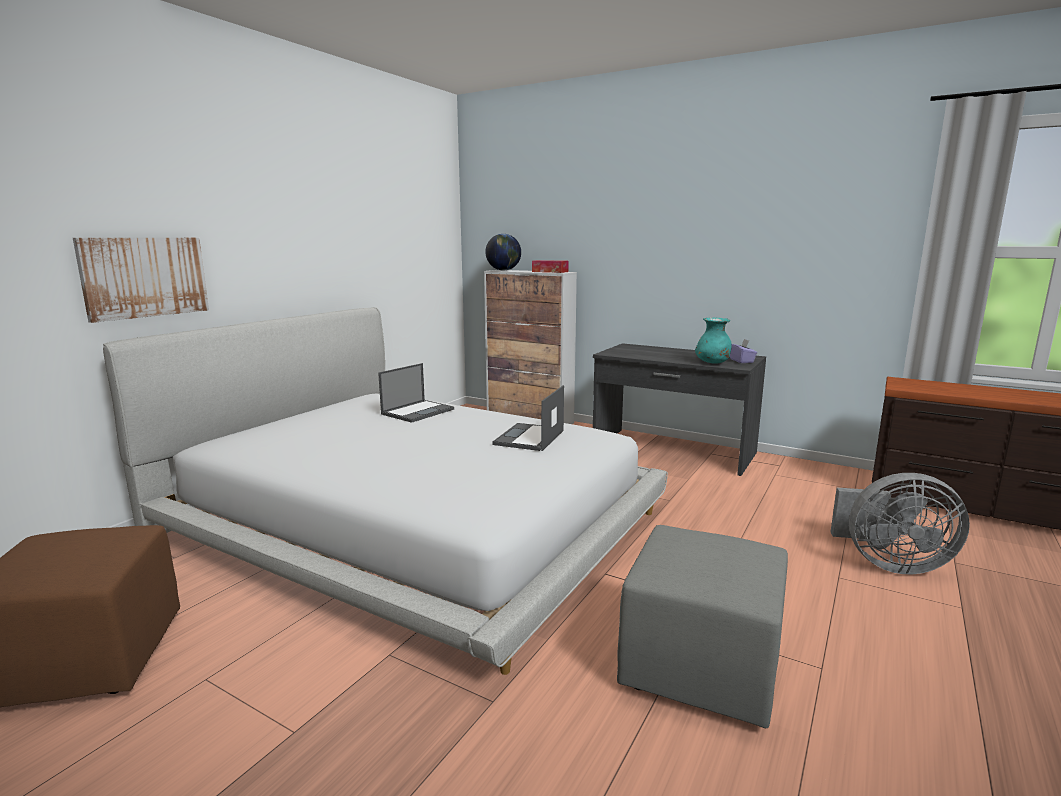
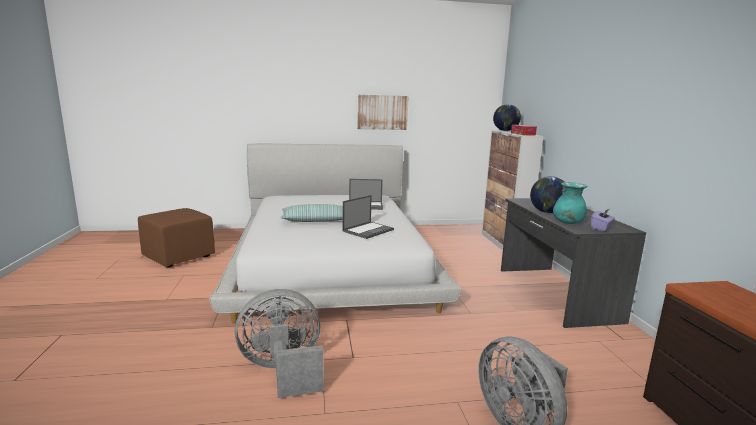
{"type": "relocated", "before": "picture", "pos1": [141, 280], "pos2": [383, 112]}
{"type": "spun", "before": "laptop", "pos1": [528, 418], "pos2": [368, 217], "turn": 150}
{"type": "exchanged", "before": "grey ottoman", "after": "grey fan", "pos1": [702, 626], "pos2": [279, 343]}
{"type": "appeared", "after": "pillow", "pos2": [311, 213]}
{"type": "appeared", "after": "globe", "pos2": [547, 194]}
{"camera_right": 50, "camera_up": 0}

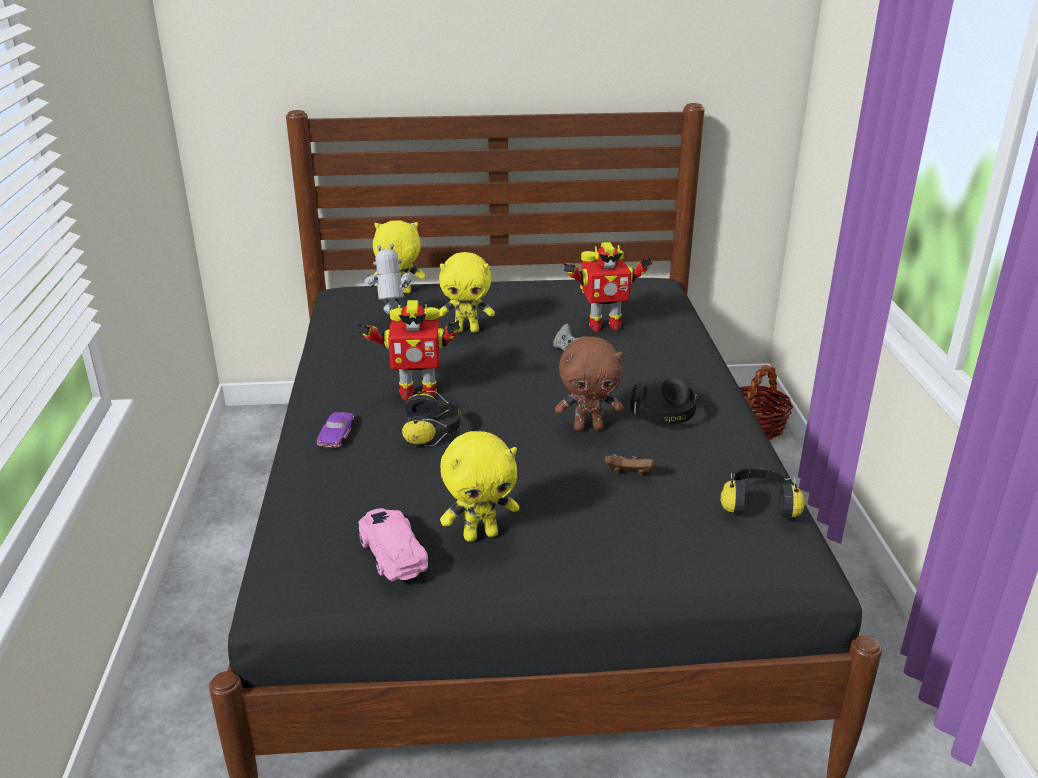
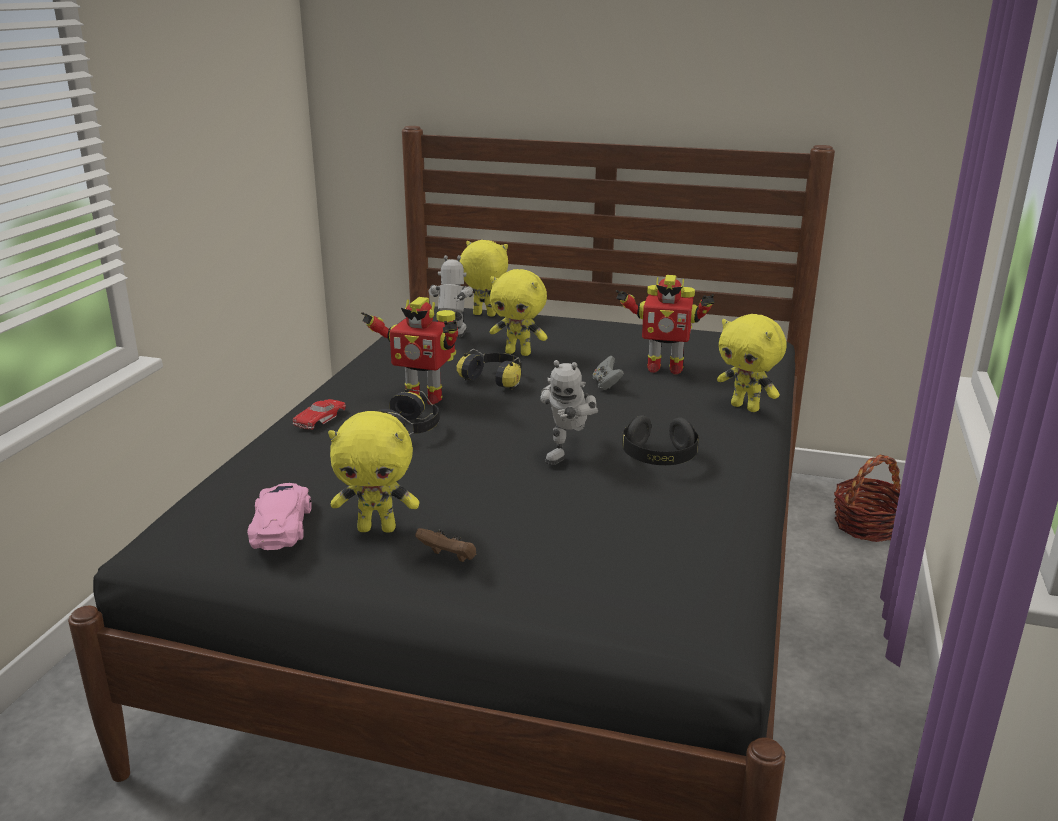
{"type": "colour", "before": "purple toy car", "after": "red toy car", "pos1": [335, 430], "pos2": [319, 414]}
{"type": "exchanged", "before": "brown plush toy", "after": "toy robot", "pos1": [589, 383], "pos2": [569, 412]}
{"type": "relocated", "before": "brown game controller", "pos1": [630, 464], "pos2": [445, 545]}
{"type": "relocated", "before": "headphones", "pos1": [762, 493], "pos2": [489, 369]}
{"type": "appeared", "after": "yellow plush toy", "pos2": [752, 363]}
{"camera_right": 20, "camera_up": -5}

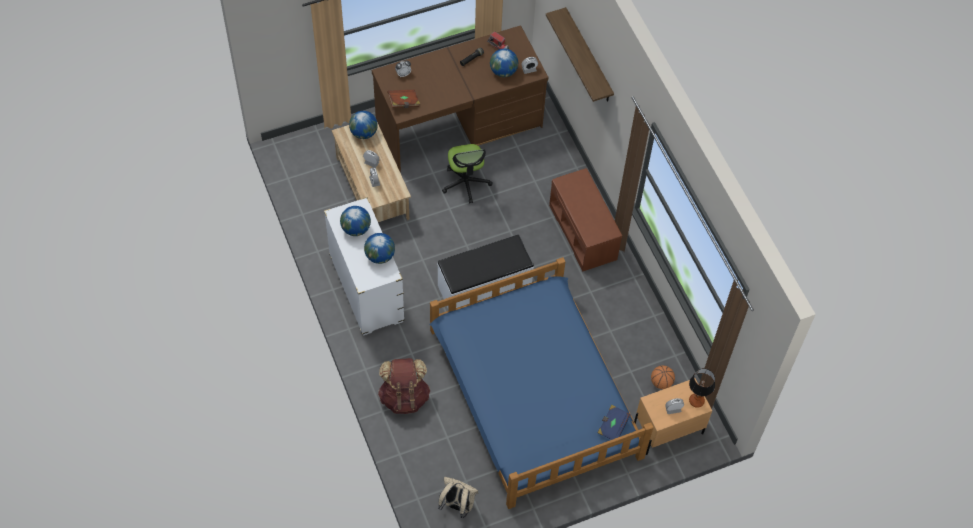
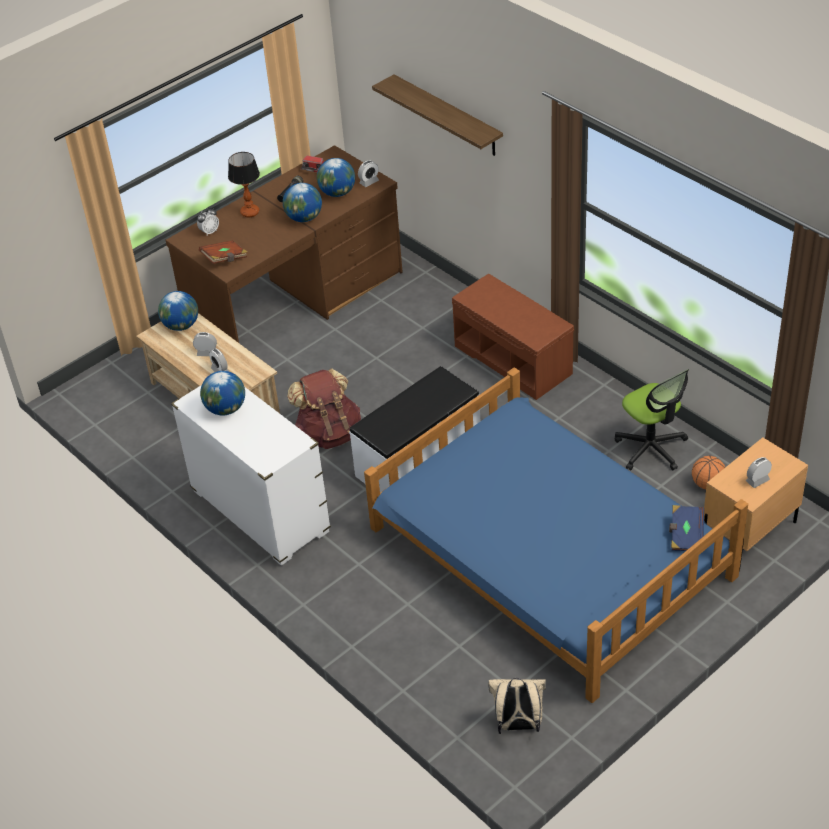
{"type": "relocated", "before": "globe", "pos1": [379, 248], "pos2": [302, 202]}
{"type": "relocated", "before": "brown backpack", "pos1": [404, 386], "pos2": [324, 409]}
{"type": "relocated", "before": "office chair", "pos1": [467, 173], "pos2": [651, 419]}
{"type": "relocated", "before": "table lamp", "pos1": [702, 388], "pos2": [244, 184]}
{"camera_right": -15, "camera_up": -15}

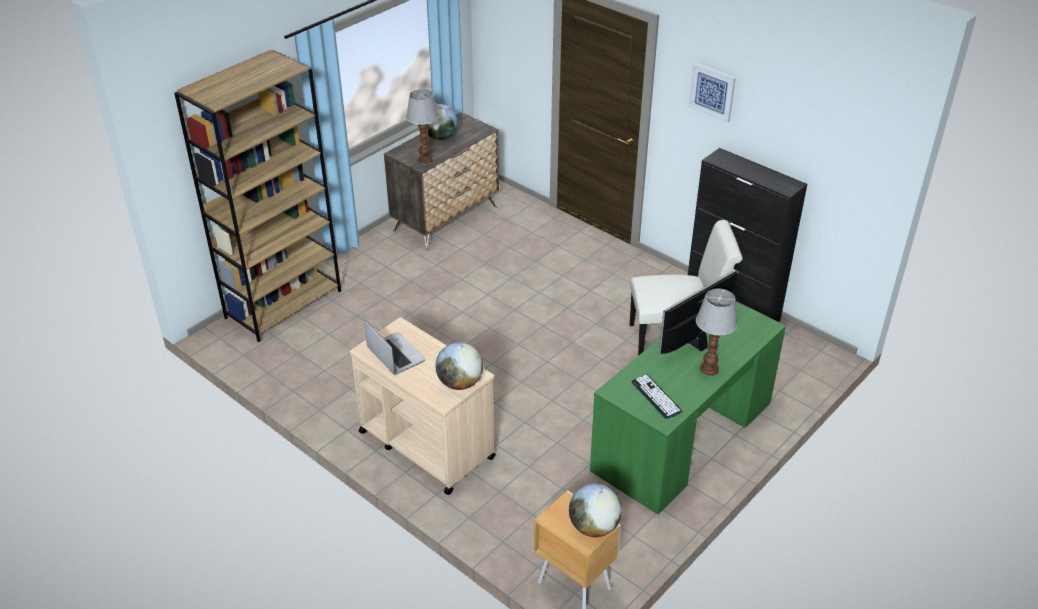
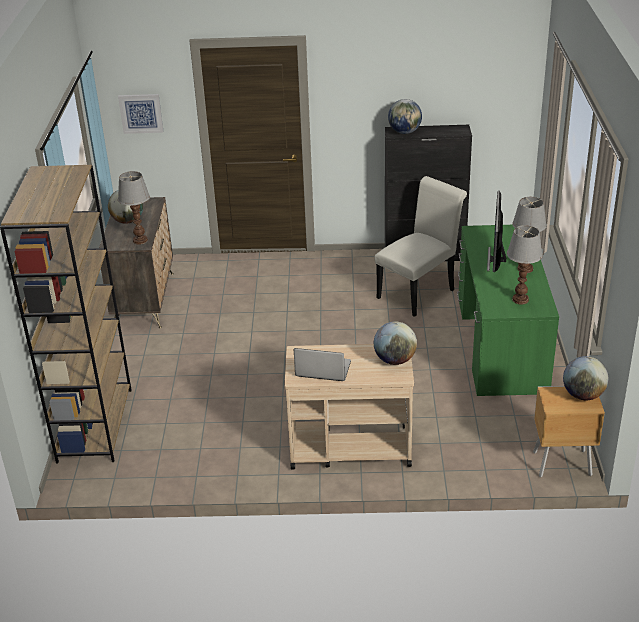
{"type": "exchanged", "before": "keyboard", "after": "table lamp", "pos1": [656, 397], "pos2": [525, 265]}
{"type": "relocated", "before": "picture", "pos1": [712, 92], "pos2": [140, 114]}
{"type": "appeared", "after": "globe", "pos2": [405, 116]}
{"camera_right": -40, "camera_up": -5}

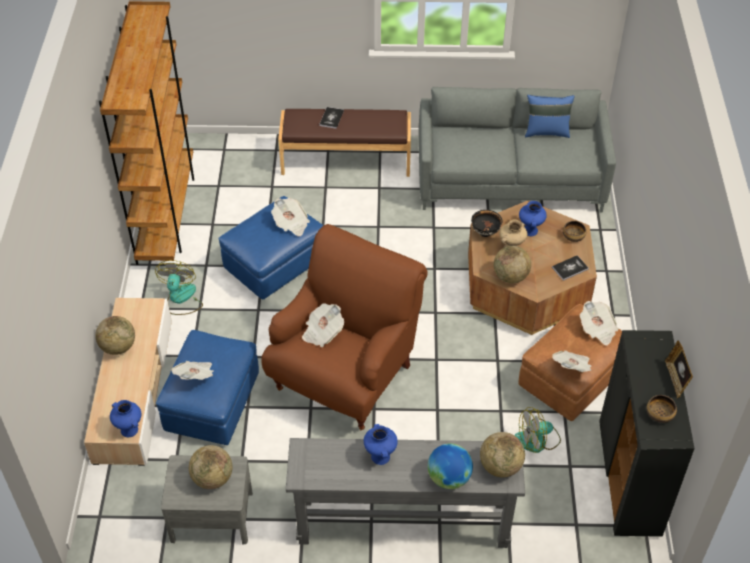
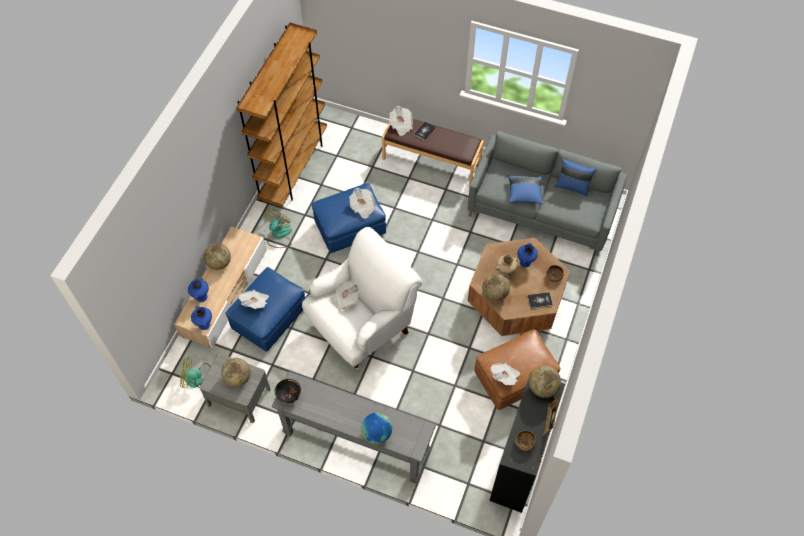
{"type": "colour", "before": "brown armchair", "after": "white armchair", "pos1": [344, 327], "pos2": [362, 298]}
{"type": "relocated", "before": "blue vase", "pos1": [380, 444], "pos2": [198, 290]}
{"type": "relocated", "before": "black bowl", "pos1": [486, 223], "pos2": [288, 391]}
{"type": "relocated", "before": "globe", "pos1": [502, 455], "pos2": [545, 382]}
{"type": "relocated", "before": "fan", "pos1": [538, 430], "pos2": [195, 373]}
{"type": "relocated", "before": "newspaper", "pos1": [599, 323], "pos2": [401, 121]}
{"type": "appeared", "after": "blue pillow", "pos2": [525, 189]}
{"camera_right": 20, "camera_up": 10}

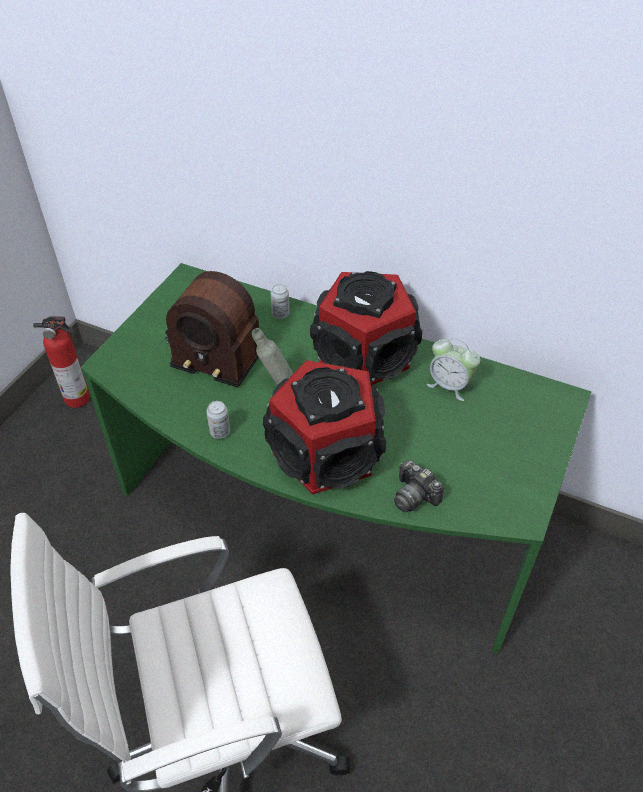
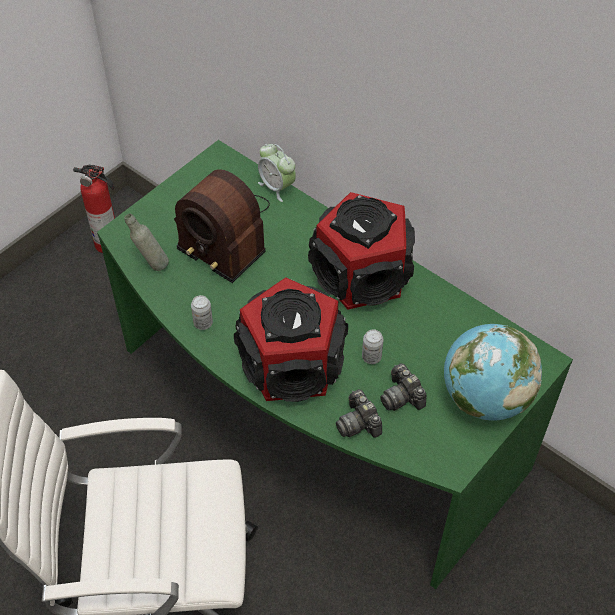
{"type": "relocated", "before": "grey bottle", "pos1": [272, 356], "pos2": [146, 242]}
{"type": "relocated", "before": "can", "pos1": [280, 301], "pos2": [373, 346]}
{"type": "relocated", "before": "alarm clock", "pos1": [453, 369], "pos2": [277, 173]}
{"type": "appeared", "after": "photo camera", "pos2": [403, 387]}
{"type": "appeared", "after": "globe", "pos2": [493, 372]}
{"camera_right": 15, "camera_up": 5}

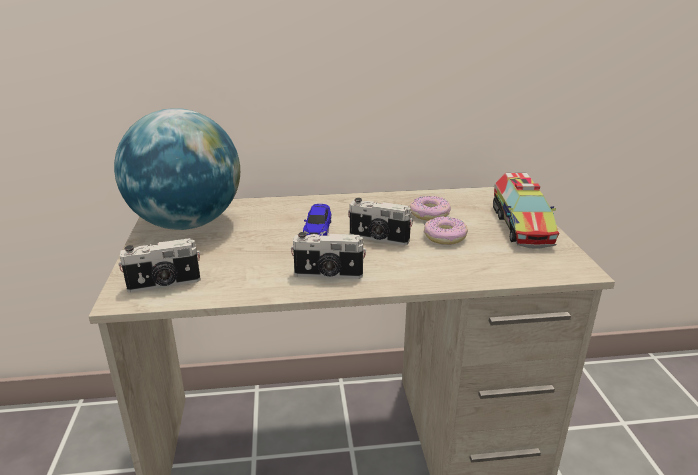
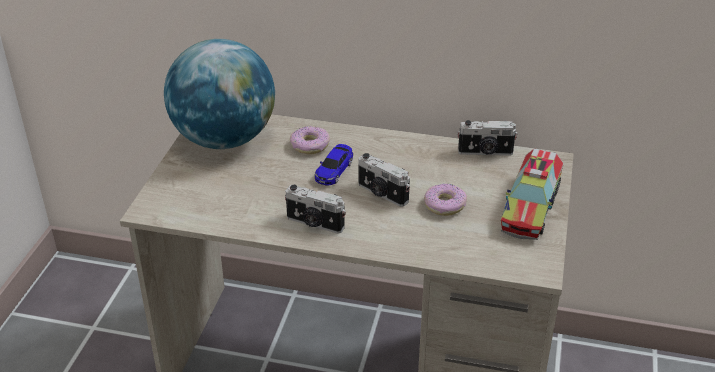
{"type": "relocated", "before": "photo camera", "pos1": [160, 265], "pos2": [487, 138]}
{"type": "relocated", "before": "donut", "pos1": [430, 208], "pos2": [310, 140]}
{"camera_right": 20, "camera_up": 10}

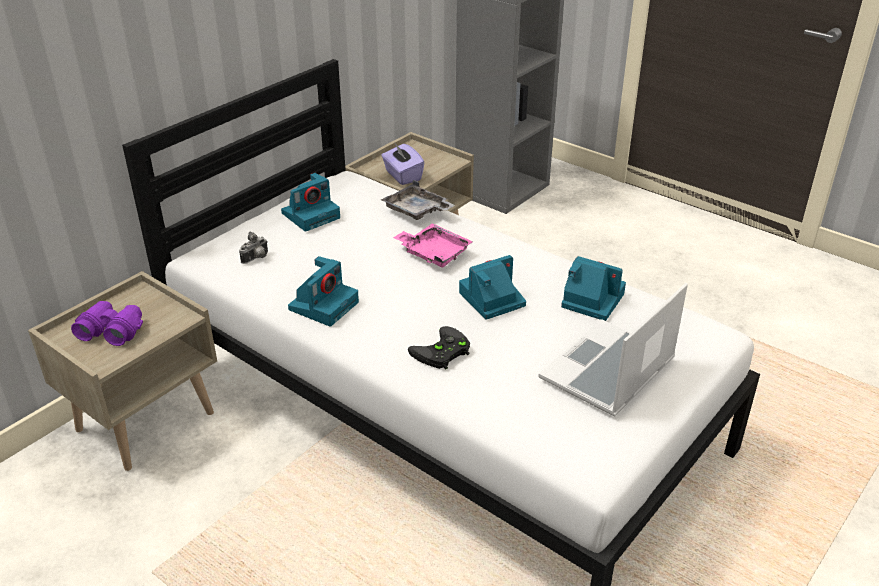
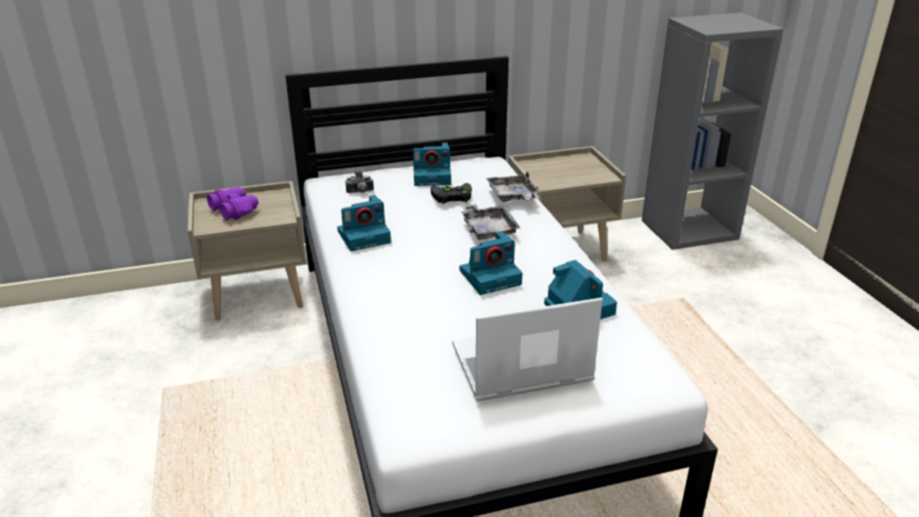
{"type": "missing", "before": "purple tissue box", "pos1": [402, 164]}
{"type": "colour", "before": "pink tray", "after": "grey tray", "pos1": [433, 245], "pos2": [490, 222]}
{"type": "relocated", "before": "black game controller", "pos1": [439, 347], "pos2": [451, 193]}
{"type": "spun", "before": "photo camera", "pos1": [492, 287], "pos2": [491, 263], "turn": 150}
{"camera_right": 35, "camera_up": -5}

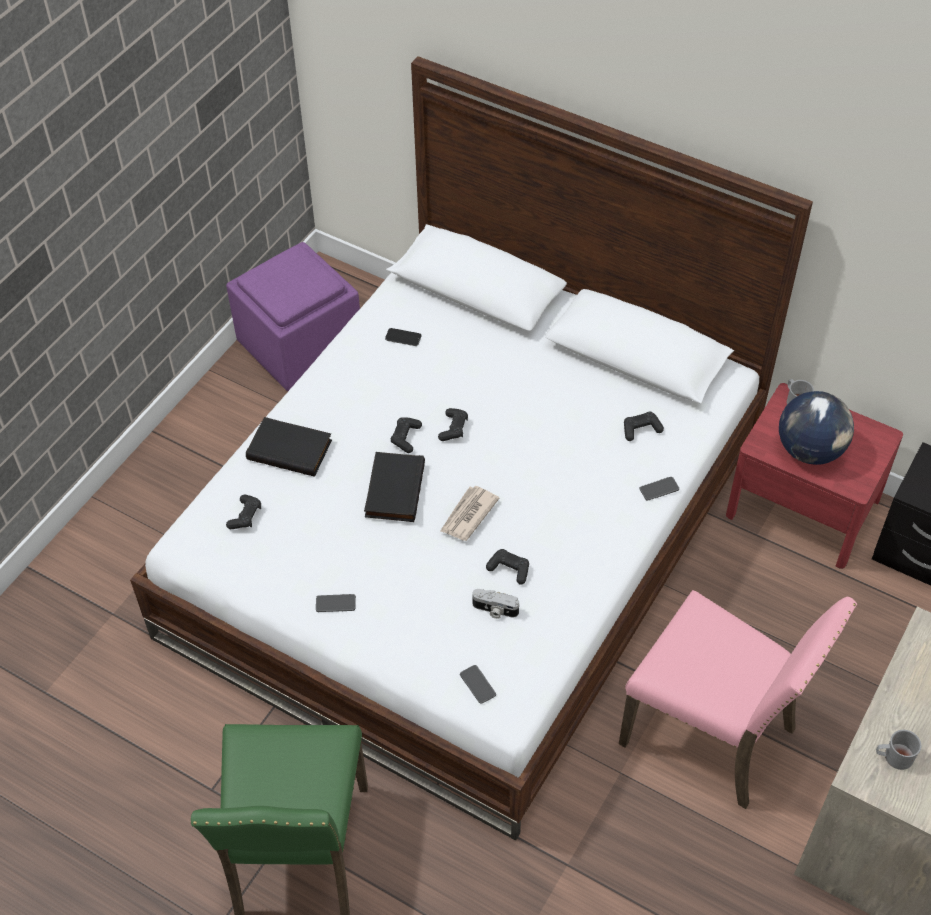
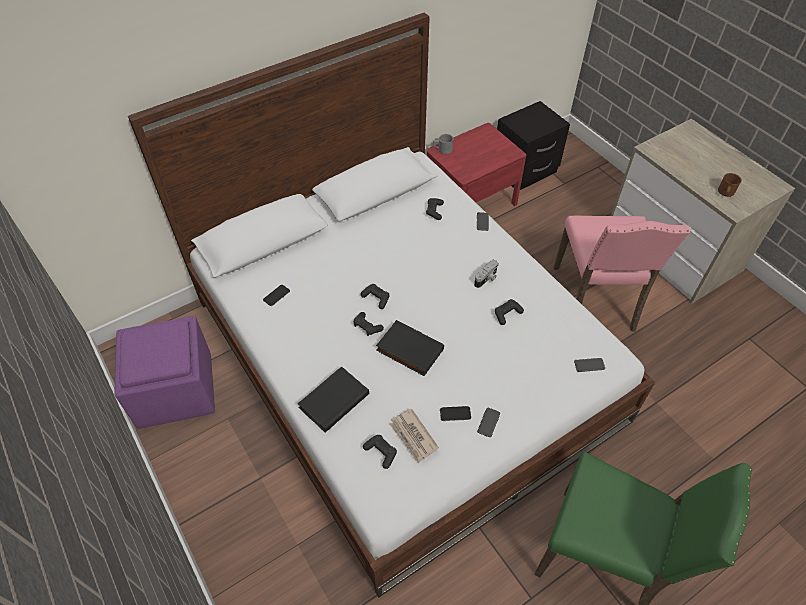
{"type": "relocated", "before": "newspaper", "pos1": [470, 513], "pos2": [414, 436]}
{"type": "relocated", "before": "photo camera", "pos1": [495, 604], "pos2": [486, 274]}
{"type": "spun", "before": "pink chair", "pos1": [738, 699], "pos2": [622, 273], "turn": 120}
{"type": "missing", "before": "globe", "pos1": [816, 428]}
{"type": "colour", "before": "grey mug", "after": "brown mug", "pos1": [899, 750], "pos2": [730, 185]}
{"type": "appeared", "after": "phone", "pos2": [455, 413]}
{"camera_right": -65, "camera_up": 0}

